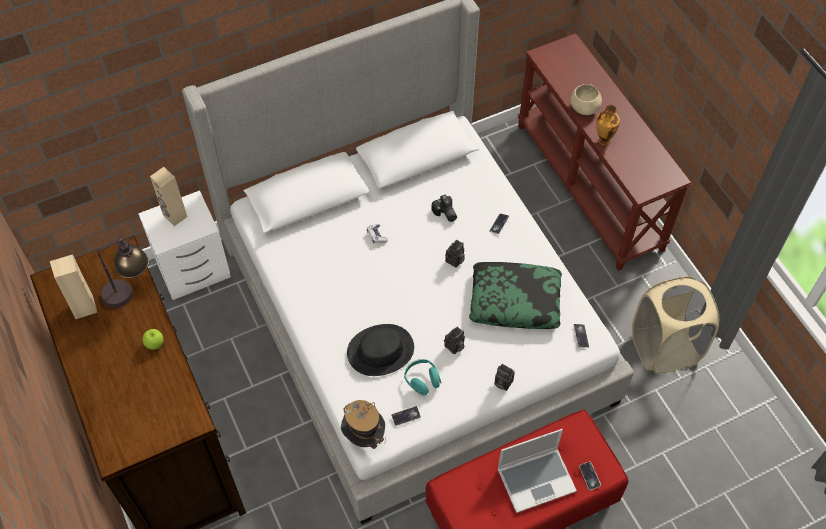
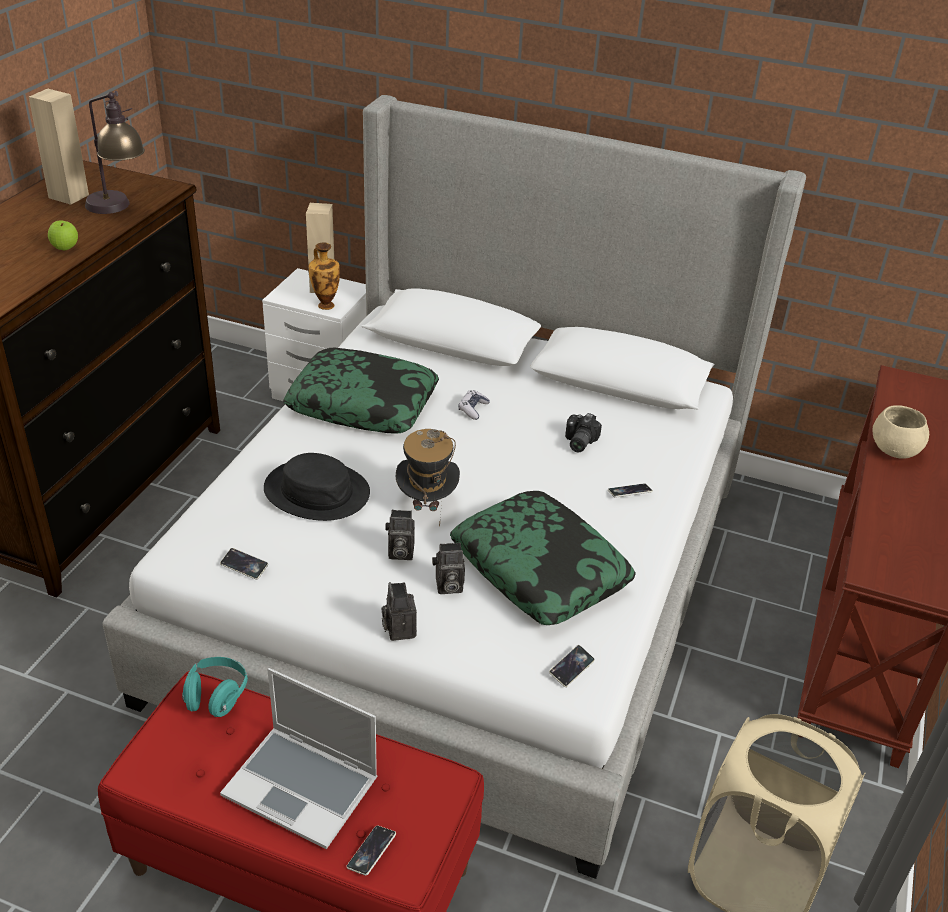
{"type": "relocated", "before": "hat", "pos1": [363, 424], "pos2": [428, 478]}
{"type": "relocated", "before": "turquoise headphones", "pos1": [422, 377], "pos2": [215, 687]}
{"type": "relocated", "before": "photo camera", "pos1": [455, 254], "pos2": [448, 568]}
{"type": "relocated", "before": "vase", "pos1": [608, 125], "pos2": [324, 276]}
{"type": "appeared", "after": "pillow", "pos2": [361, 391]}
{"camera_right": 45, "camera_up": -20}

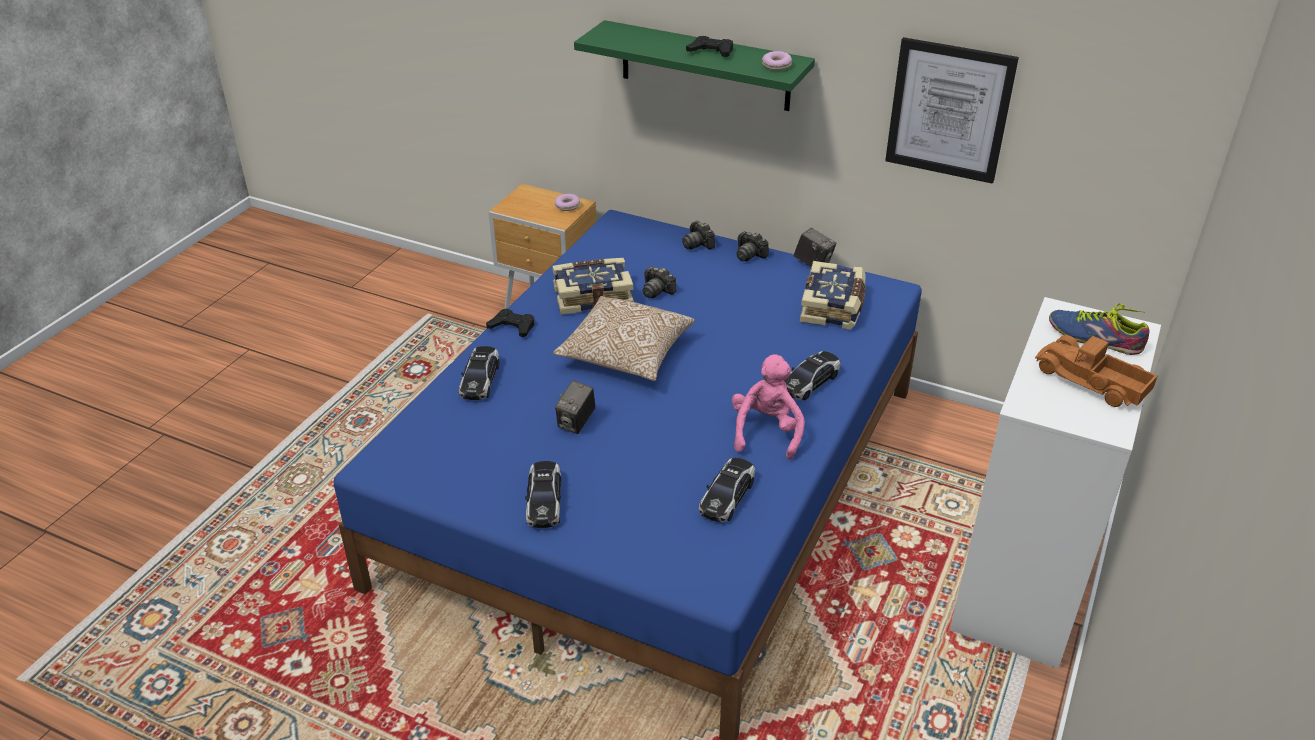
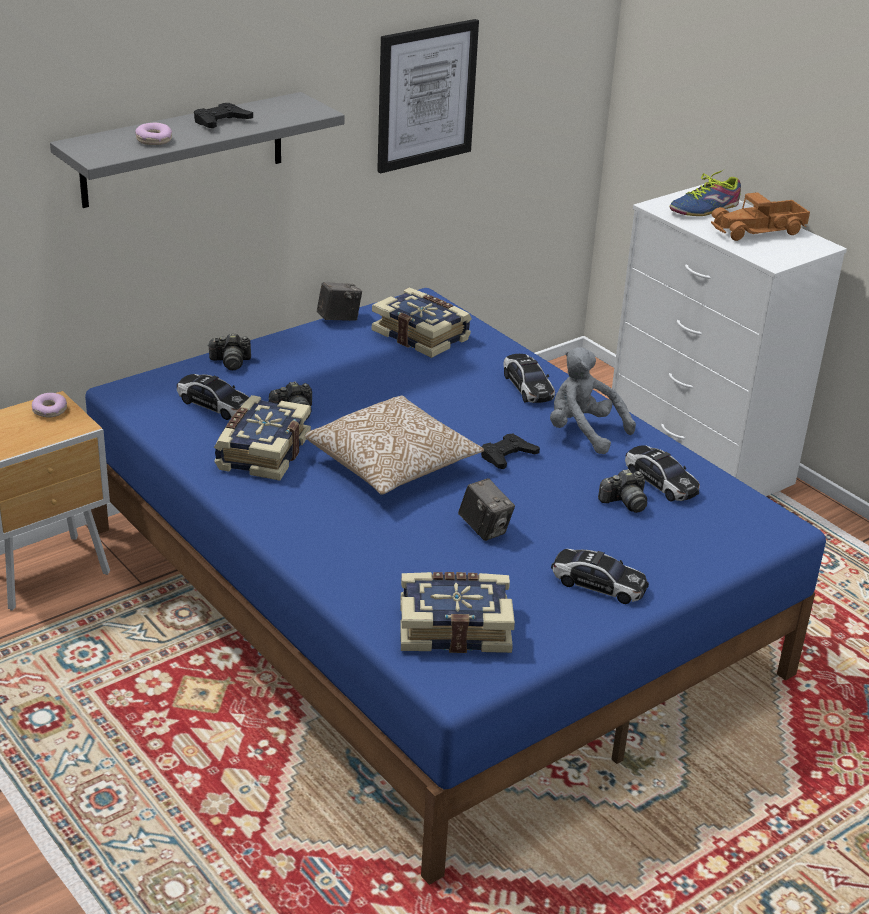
{"type": "relocated", "before": "toy car", "pos1": [479, 373], "pos2": [213, 397]}
{"type": "relocated", "before": "black game controller", "pos1": [510, 323], "pos2": [510, 451]}
{"type": "colour", "before": "green shelf", "after": "grey shelf", "pos1": [694, 65], "pos2": [197, 150]}
{"type": "colour", "before": "pink plush toy", "after": "grey plush toy", "pos1": [768, 407], "pos2": [593, 400]}
{"type": "relocated", "before": "photo camera", "pos1": [752, 246], "pos2": [622, 491]}
{"type": "relocated", "before": "donut", "pos1": [777, 61], "pos2": [153, 134]}
{"type": "appeared", "after": "book", "pos2": [457, 612]}
{"camera_right": -65, "camera_up": -5}

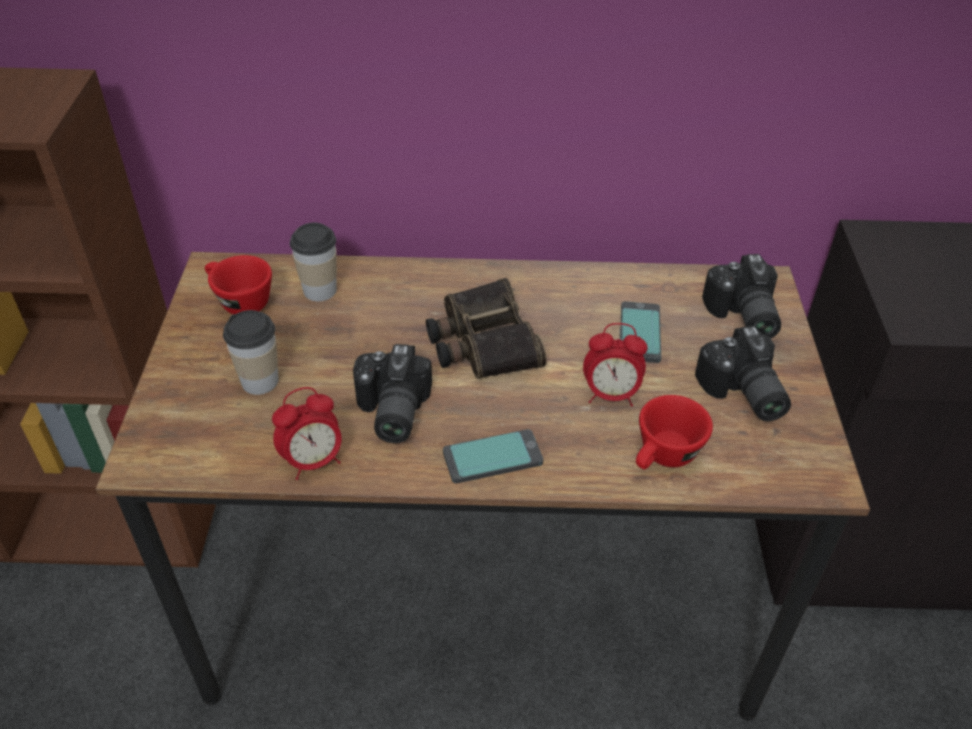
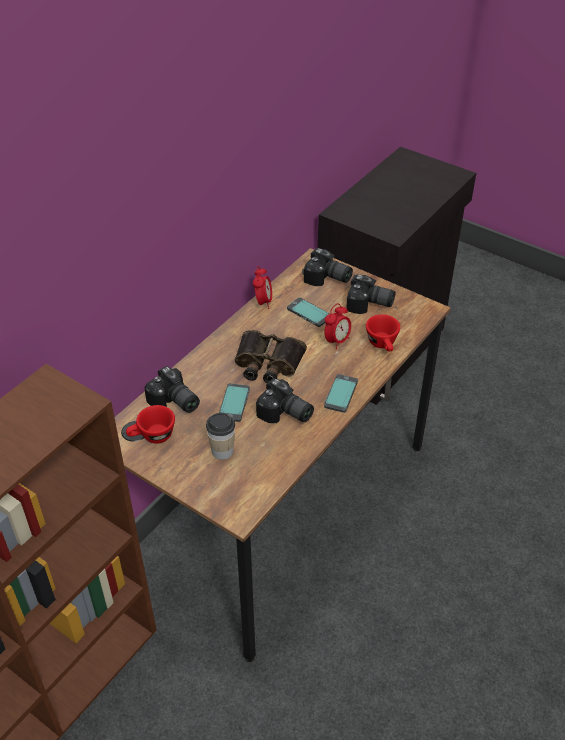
{"type": "relocated", "before": "alarm clock", "pos1": [307, 433], "pos2": [262, 287]}
{"type": "exchanged", "before": "cup", "after": "photo camera", "pos1": [313, 262], "pos2": [172, 389]}
{"type": "appeared", "after": "phone", "pos2": [234, 402]}
{"camera_right": -55, "camera_up": 0}

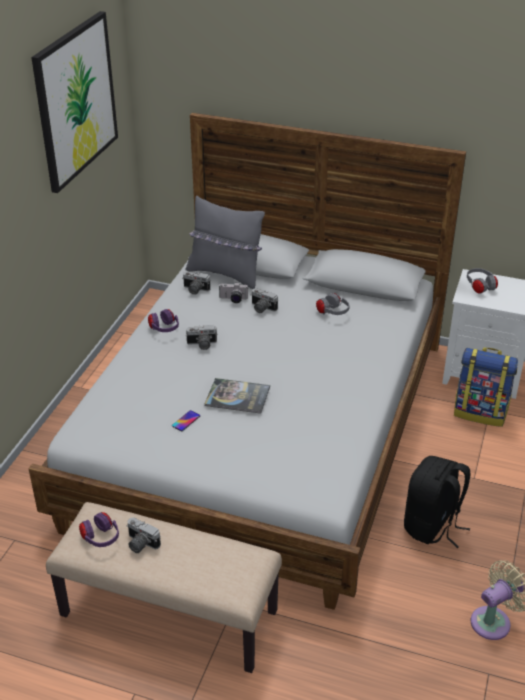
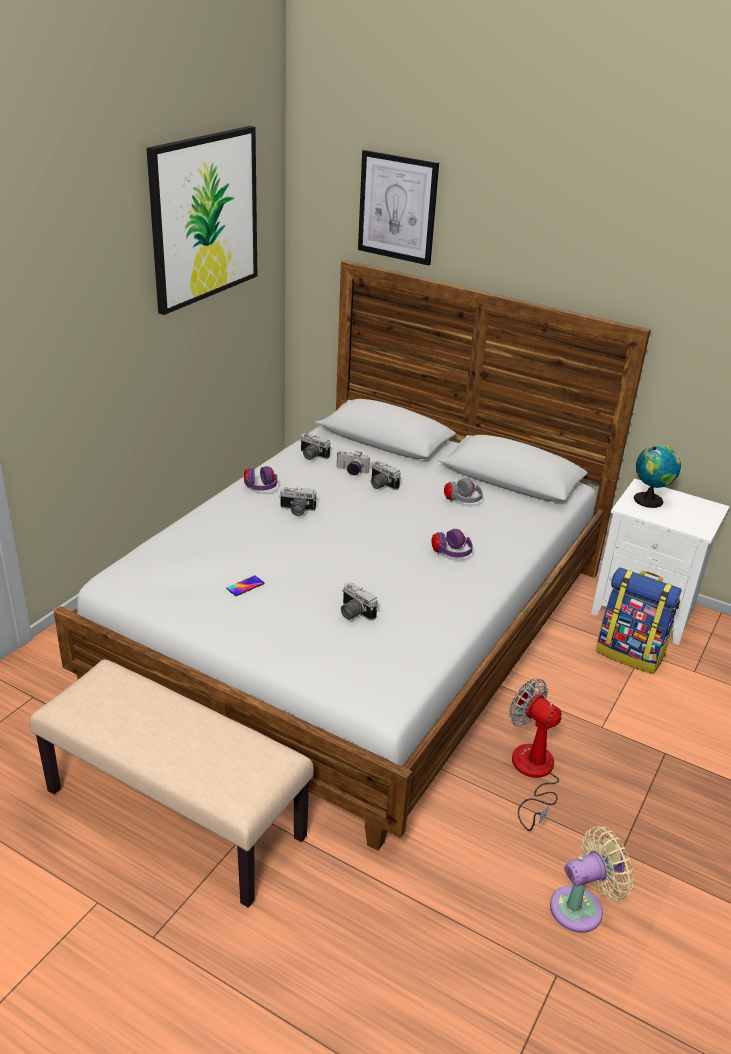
{"type": "relocated", "before": "purple headphones", "pos1": [99, 529], "pos2": [452, 543]}
{"type": "relocated", "before": "photo camera", "pos1": [143, 535], "pos2": [359, 601]}
{"type": "missing", "before": "grey pillow", "pos1": [225, 242]}
{"type": "missing", "before": "book", "pos1": [237, 396]}
{"type": "exchanged", "before": "black backpack", "after": "fan", "pos1": [437, 502], "pos2": [535, 754]}
{"type": "exchanged", "before": "grey headphones", "after": "globe", "pos1": [482, 281], "pos2": [657, 476]}
{"type": "appeared", "after": "picture", "pos2": [398, 208]}
{"camera_right": 10, "camera_up": -5}

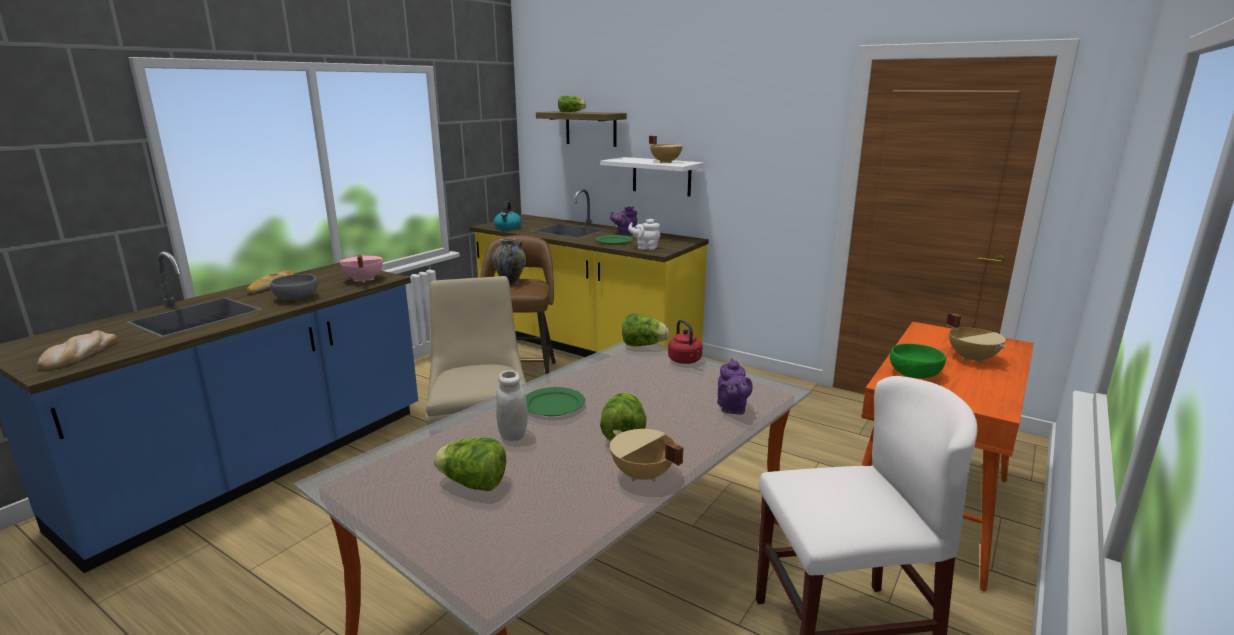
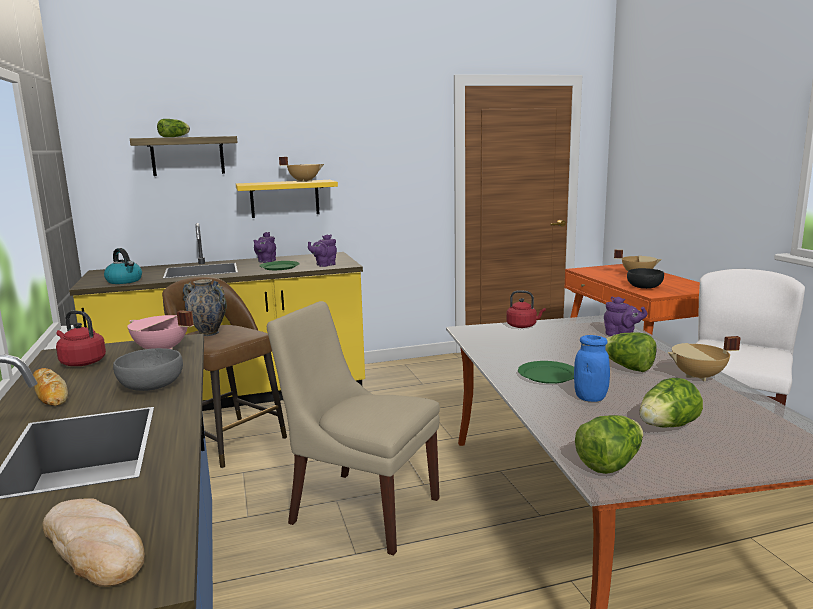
{"type": "colour", "before": "white jar", "after": "blue jar", "pos1": [512, 405], "pos2": [592, 368]}
{"type": "colour", "before": "white shelf", "after": "yellow shelf", "pos1": [652, 177], "pos2": [287, 199]}
{"type": "relocated", "before": "lettuce", "pos1": [645, 329], "pos2": [609, 444]}
{"type": "colour", "before": "white teapot", "after": "purple teapot", "pos1": [644, 234], "pos2": [322, 250]}
{"type": "colour", "before": "green bowl", "after": "black bowl", "pos1": [918, 361], "pos2": [645, 278]}
{"type": "appeared", "after": "red kettle", "pos2": [81, 338]}
{"camera_right": -50, "camera_up": -5}

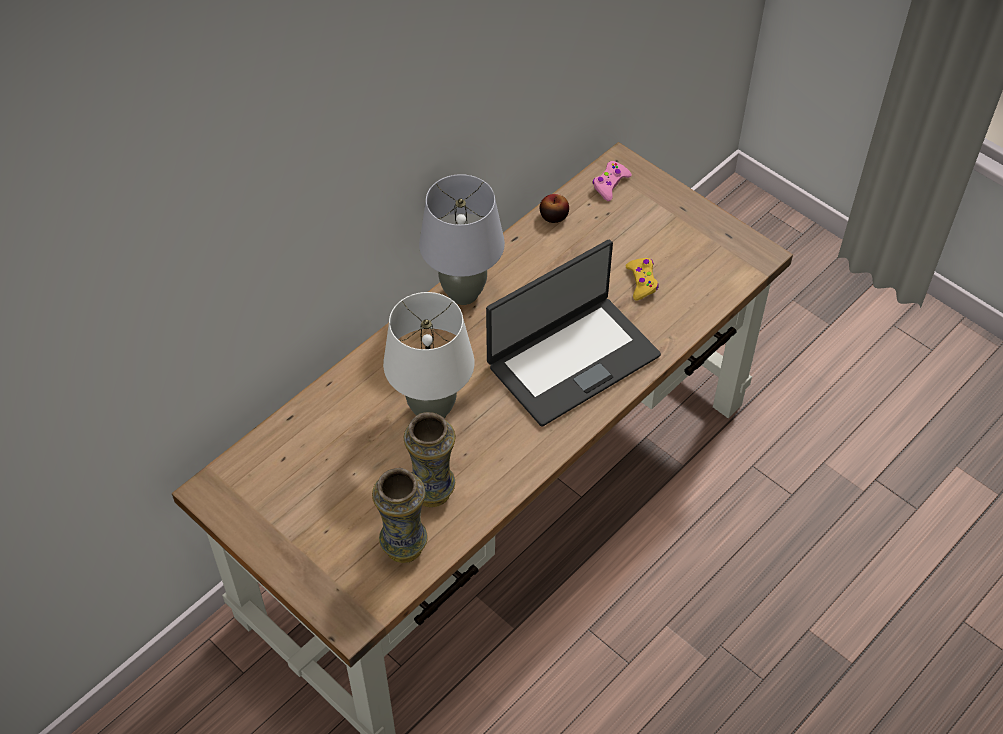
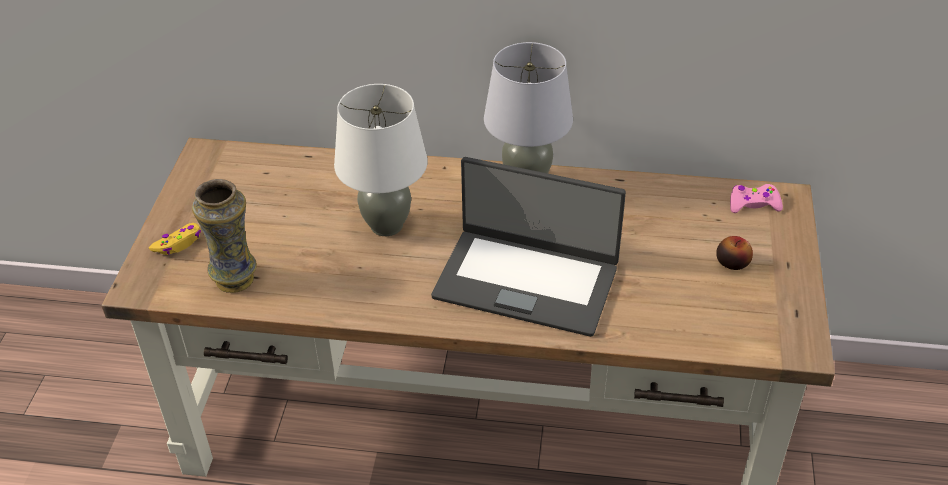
{"type": "missing", "before": "vase", "pos1": [429, 459]}
{"type": "relocated", "before": "apple", "pos1": [554, 208], "pos2": [734, 253]}
{"type": "relocated", "before": "yellow game controller", "pos1": [642, 279], "pos2": [175, 239]}
{"camera_right": 55, "camera_up": -10}

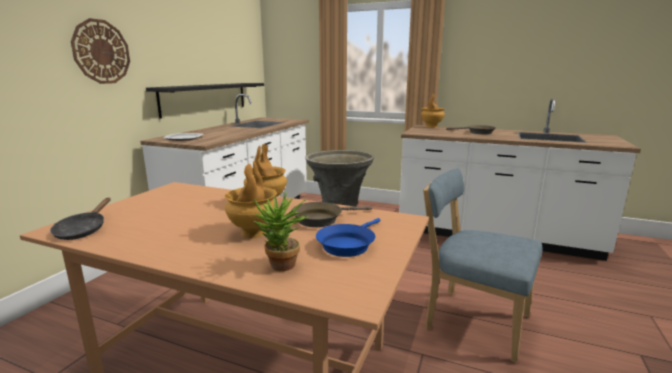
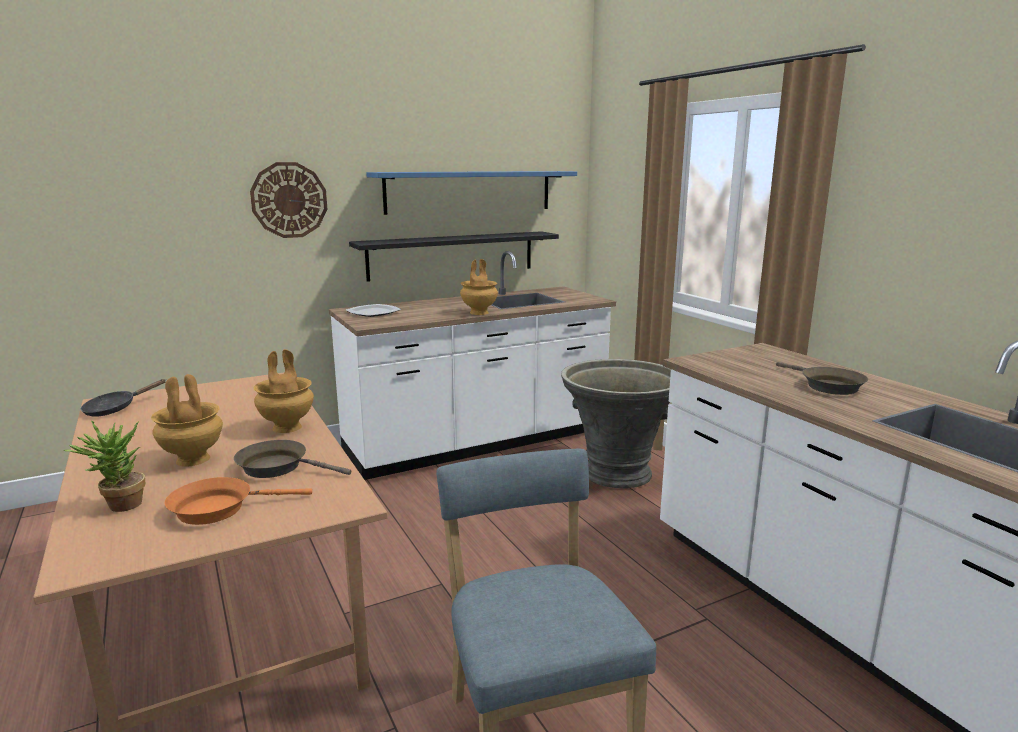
{"type": "colour", "before": "blue frying pan", "after": "orange frying pan", "pos1": [348, 237], "pos2": [238, 501]}
{"type": "relocated", "before": "brown vase", "pos1": [433, 110], "pos2": [479, 287]}
{"type": "appeared", "after": "blue shelf", "pos2": [471, 193]}
{"camera_right": 40, "camera_up": 0}

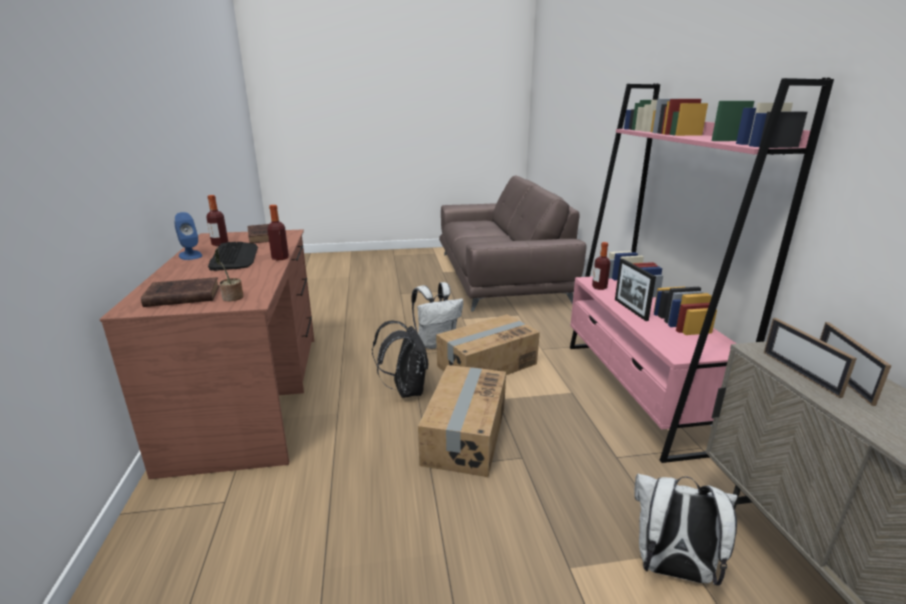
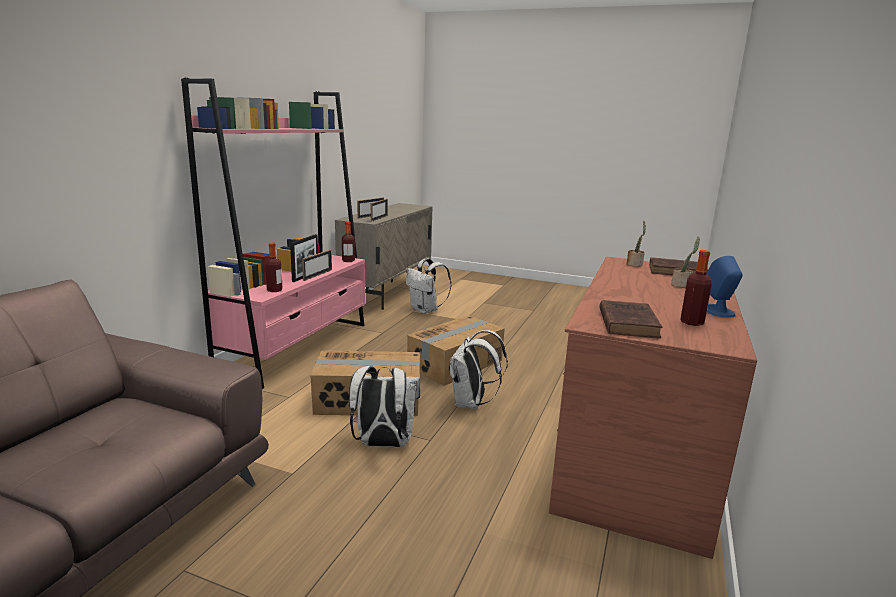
{"type": "missing", "before": "keyboard", "pos1": [233, 256]}
{"type": "relocated", "before": "bottle", "pos1": [278, 232], "pos2": [348, 242]}
{"type": "colour", "before": "black backpack", "after": "white backpack", "pos1": [400, 359], "pos2": [479, 369]}
{"type": "appeared", "after": "picture frame", "pos2": [317, 265]}
{"type": "appeared", "after": "potted plant", "pos2": [685, 262]}
{"camera_right": -150, "camera_up": -5}

